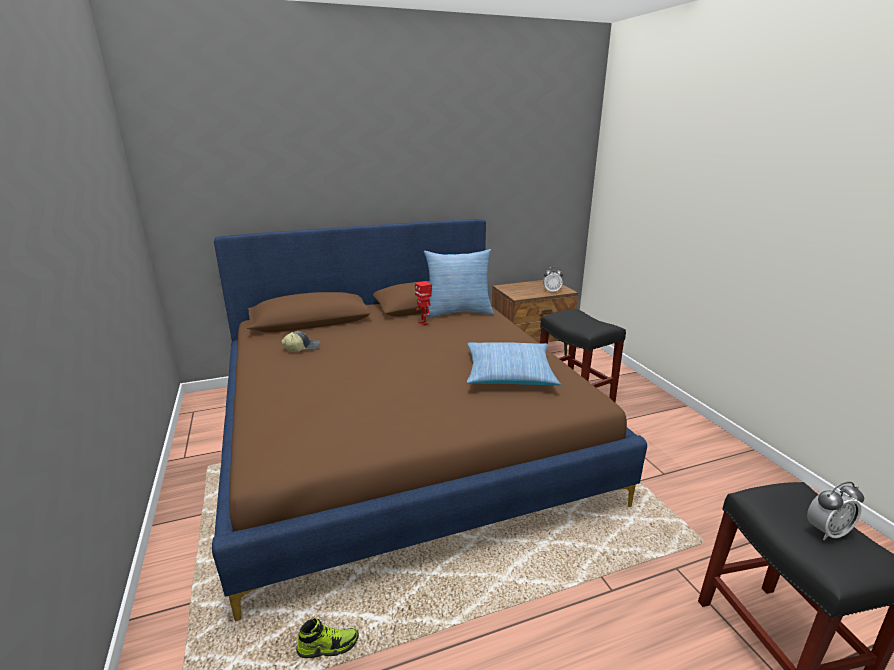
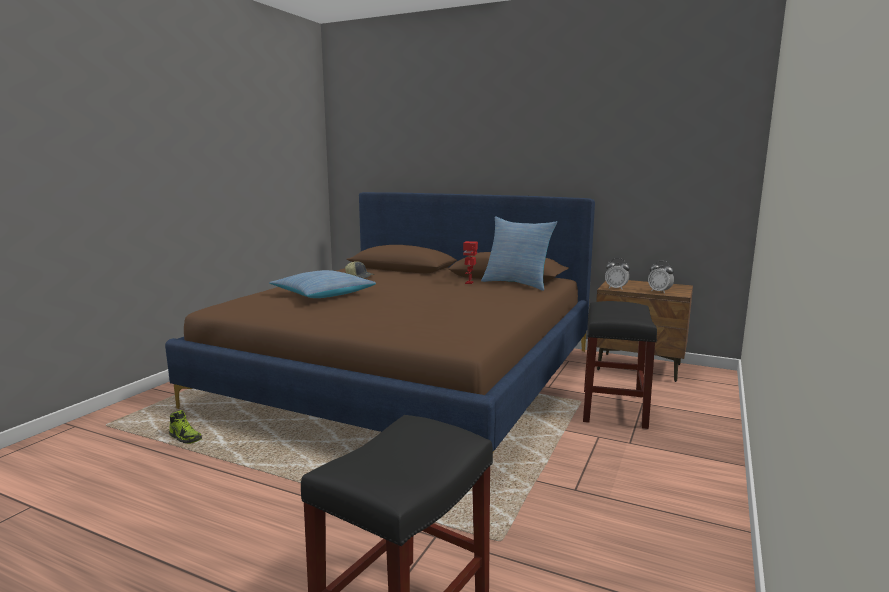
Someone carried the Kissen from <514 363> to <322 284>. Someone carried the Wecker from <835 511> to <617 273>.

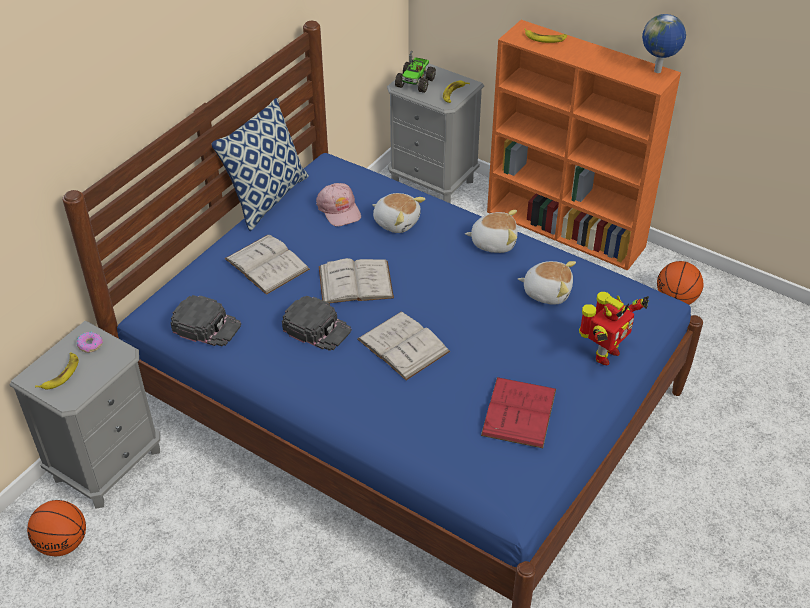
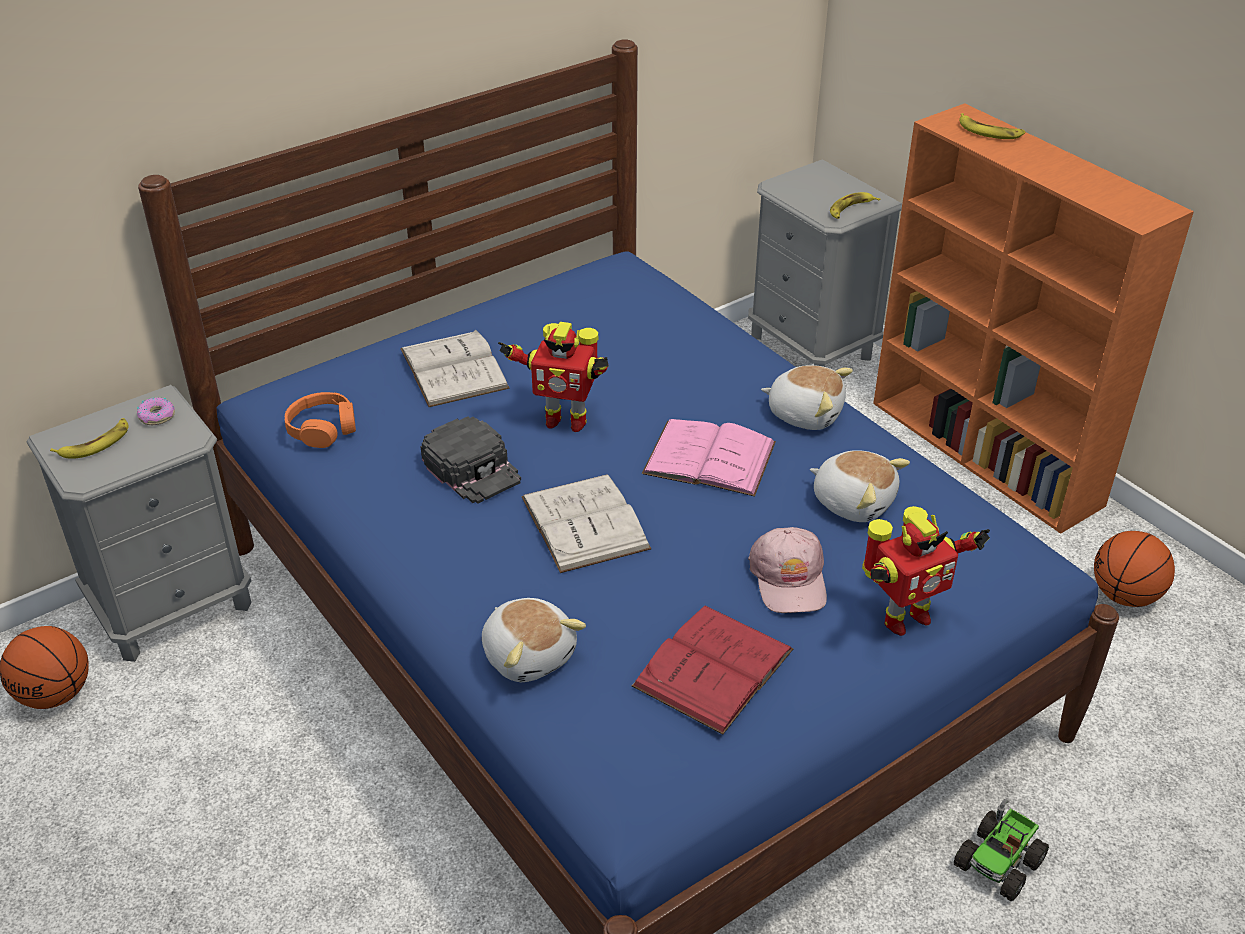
Someone swapped the Kappe/schwarz at <205 321> for the Kopfhörer/orange at <320 420>. Someone took away the Kissen at <260 164>. Someone carried the Kappe/rosa from <338 204> to <787 570>. Someone swapped the Buch/weiß at <356 280> for the Spielzeugroboter at <553 377>. Someone carried the Plüschtier from <398 213> to <534 640>. Someone carried the Spielzeuglaster from <415 72> to <1001 850>. Someone took away the Globus at <664 43>. Someone put down the Buch/rosa at <709 458>.

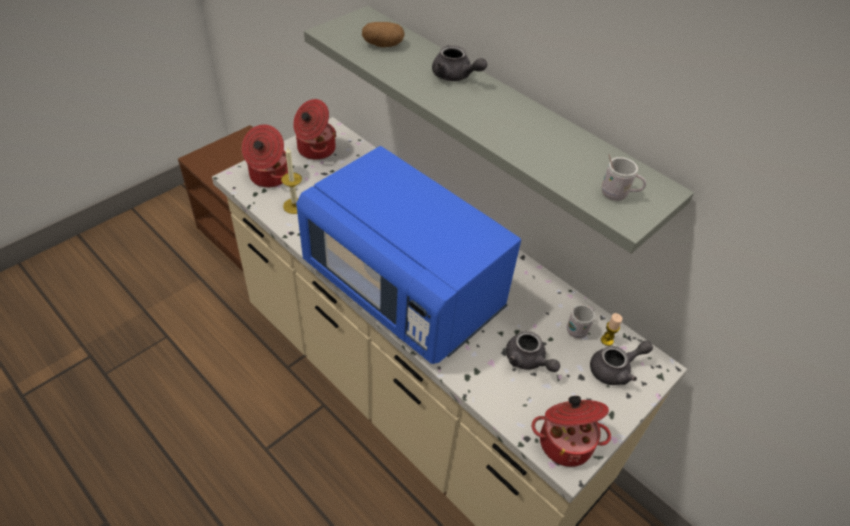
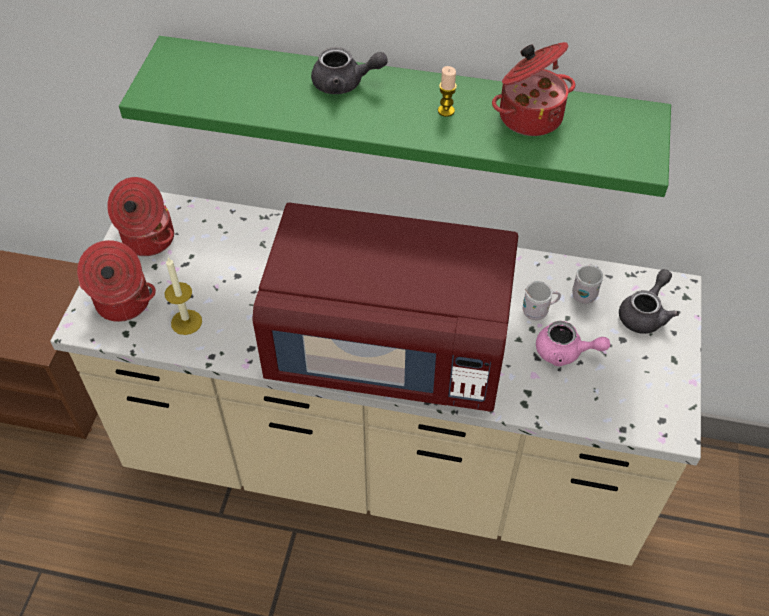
Someone repainted the Mikrowelle/blau at <408 255>, which became the Mikrowelle/rot at <385 307>. Someone repainted the Wandregal/grau at <499 130>, which became the Wandregal/grün at <395 116>. Someone took away the Kartoffel at <383 34>. Someone repainted the Teekanne/grau at <533 351>, which became the Teekanne/rosa at <573 343>. Someone carried the Kochtopf from <571 431> to <534 89>. Someone carried the Kerze from <611 329> to <447 91>. Someone carried the Henkelbecher/weiß from <624 177> to <542 300>.

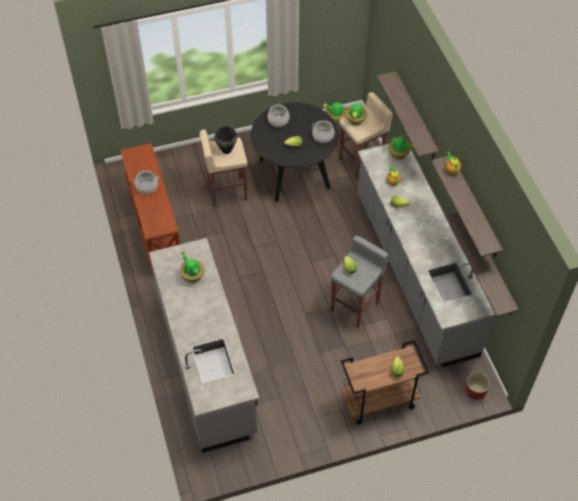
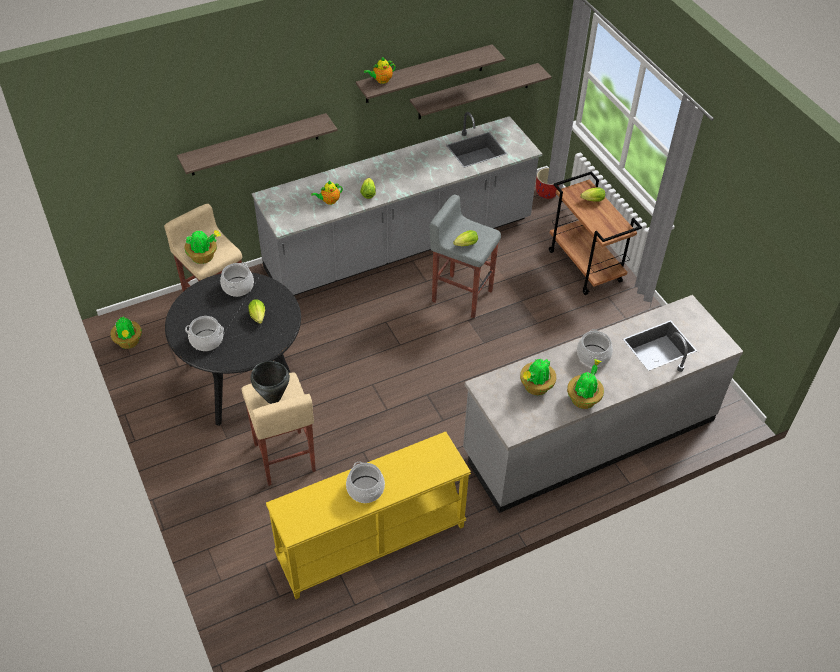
Someone repainted the Konsolentisch/braun at <150 209>, which became the Konsolentisch/gelb at <368 515>. Someone carried the Topfpflanze from <400 148> to <585 384>. Someone put down the Kochtopf at <595 348>.

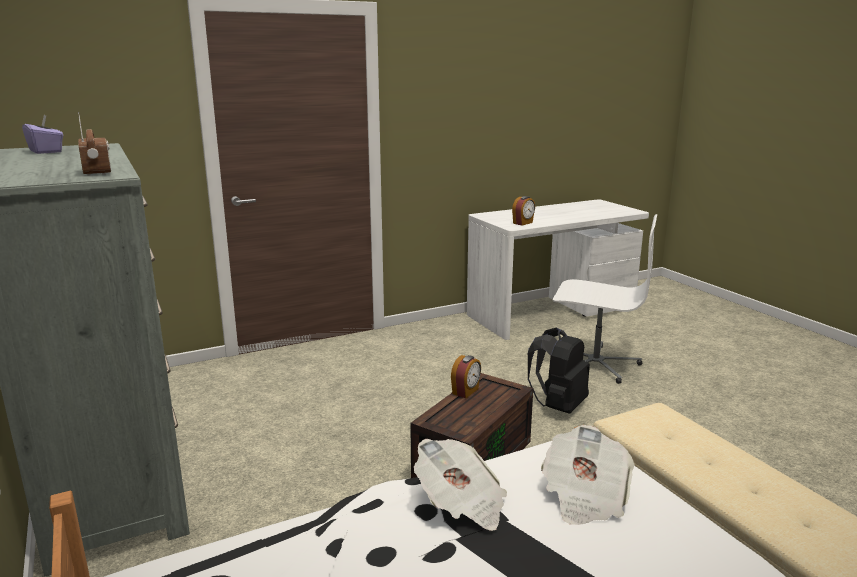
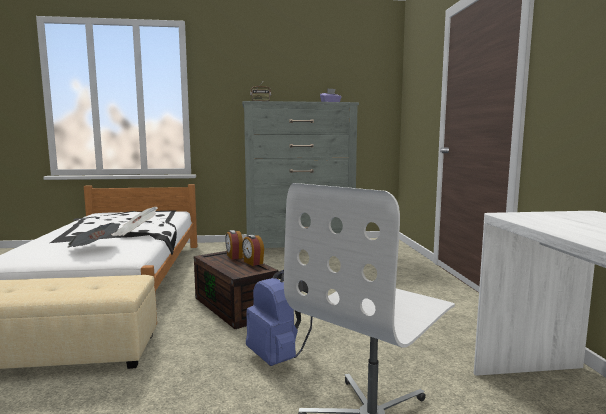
Someone carried the Wecker from <523 211> to <234 245>. Someone repainted the Rucksack/schwarz at <559 371>, which became the Rucksack/blau at <279 318>.

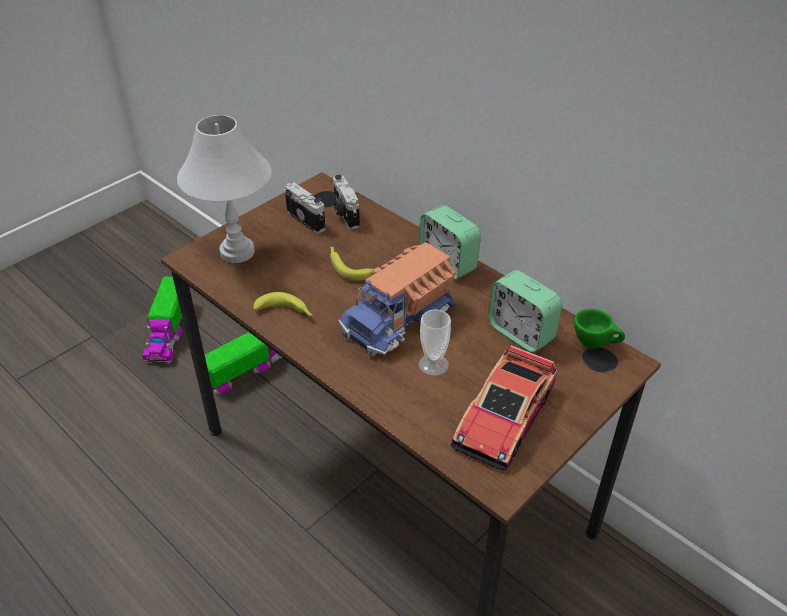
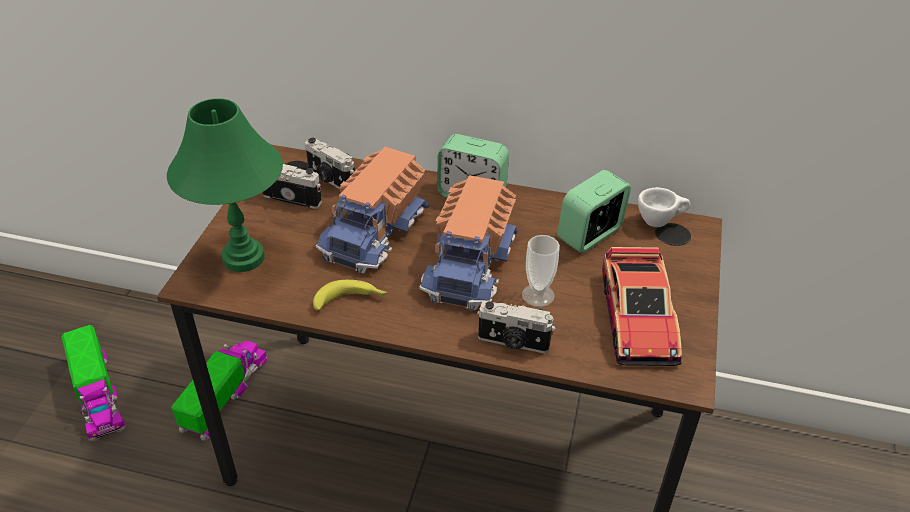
Someone repainted the Tischlampe/weiß at <224 189>, which became the Tischlampe/grün at <225 185>. Someone swapped the Banane at <352 263> for the Spielzeuglaster at <372 210>. Someone rotated the Wecker at <525 311> by 120 degrees clockwise. Someone repainted the Tasse/grün at <599 329>, which became the Tasse/weiß at <664 207>. Someone put down the Kamera at <516 327>.

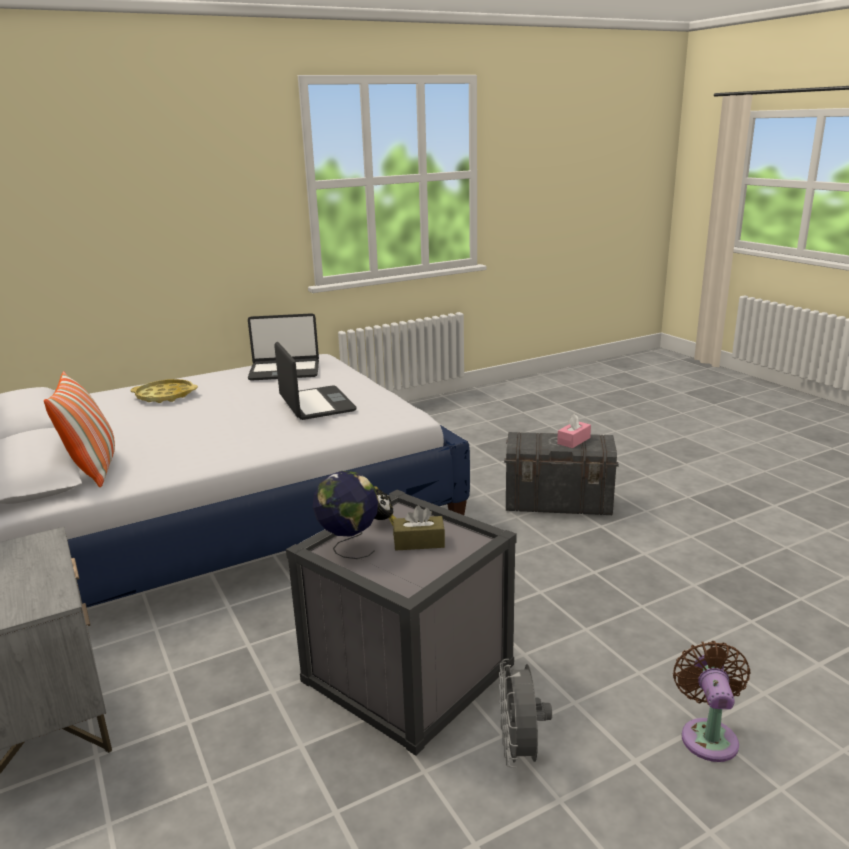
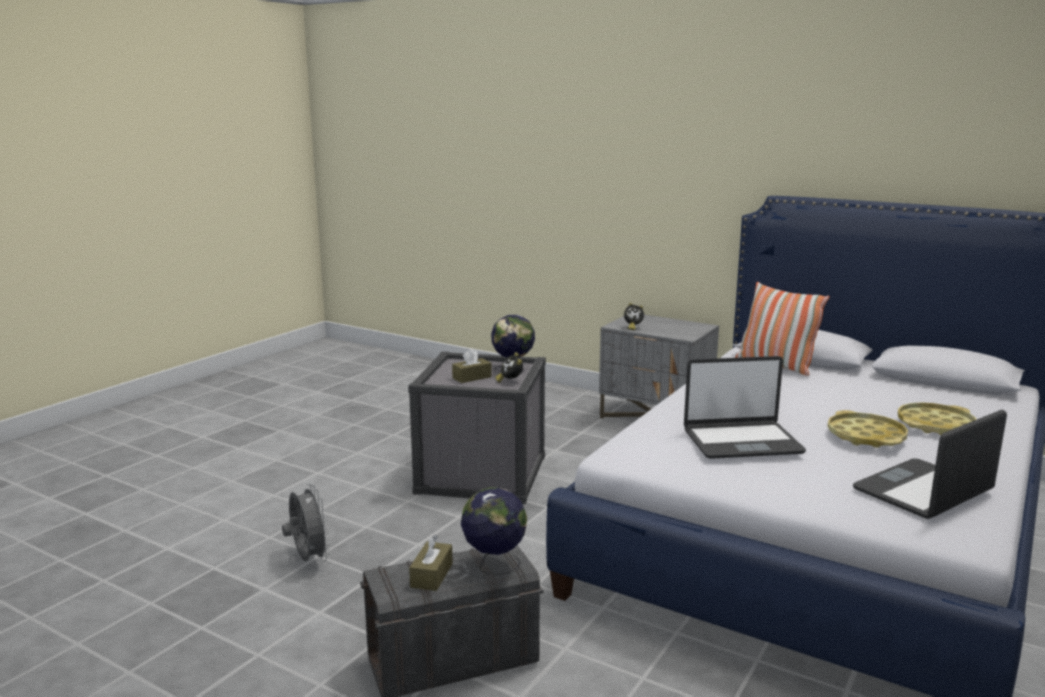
Someone rotated the Laptop at <315 381> by 45 degrees counterclockwise. Someone carried the Ventilator/grau from <525 713> to <306 523>. Someone repainted the Taschentuchbox/rosa at <574 431>, which became the Taschentuchbox/braun at <431 563>. Someone took away the Ventilator/braun at <711 701>. Someone put down the Globus at <494 531>. Someone put down the Wecker at <634 316>. Someone put down the Tablett/gelb at <868 429>.

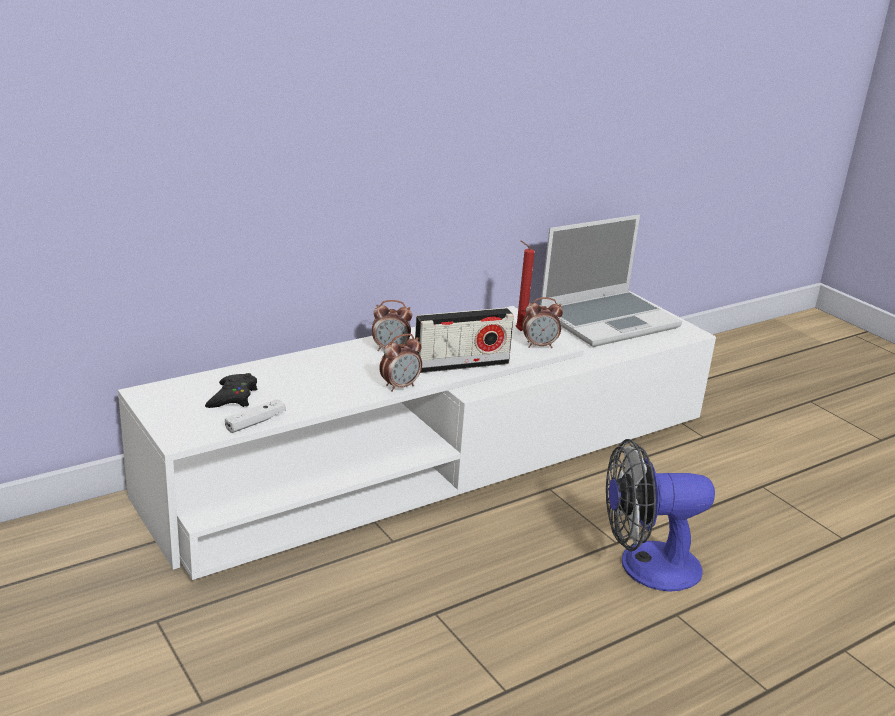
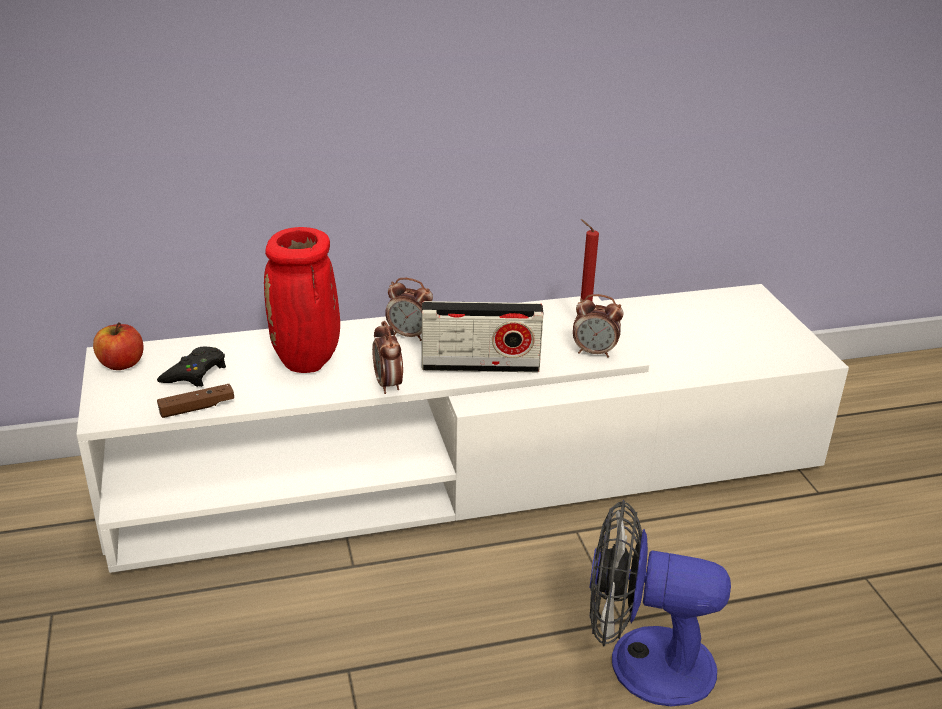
Someone repainted the Gamepad/weiß at <255 416>, which became the Gamepad/braun at <195 401>. Someone rotated the Wecker at <400 363> by 90 degrees clockwise. Someone took away the Laptop at <611 281>. Someone put down the Apfel at <118 346>. Someone put down the Vase/rot at <302 300>.

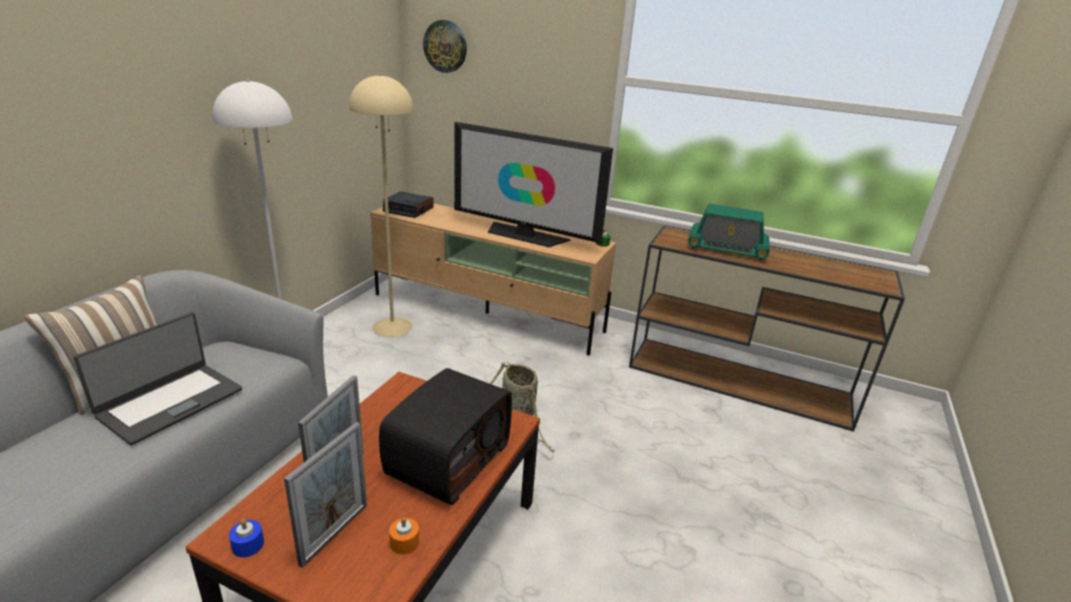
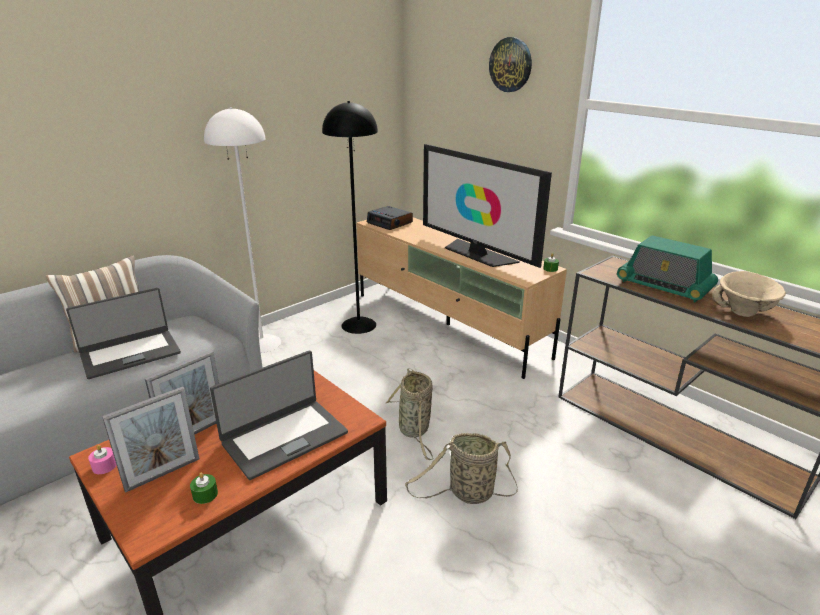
Someone repainted the Kerze/blau at <246 538>, which became the Kerze/rosa at <102 459>. Someone repainted the Stehlampe/beige at <381 205>, which became the Stehlampe/schwarz at <350 217>. Someone swapped the Radio at <445 436> for the Laptop at <279 415>. Someone repainted the Kerze/orange at <404 535>, which became the Kerze/grün at <204 488>. Someone carried the Wanduhr from <445 46> to <510 64>. Someone put down the Korb at <461 468>. Someone put down the Schüssel/beige at <749 294>.

